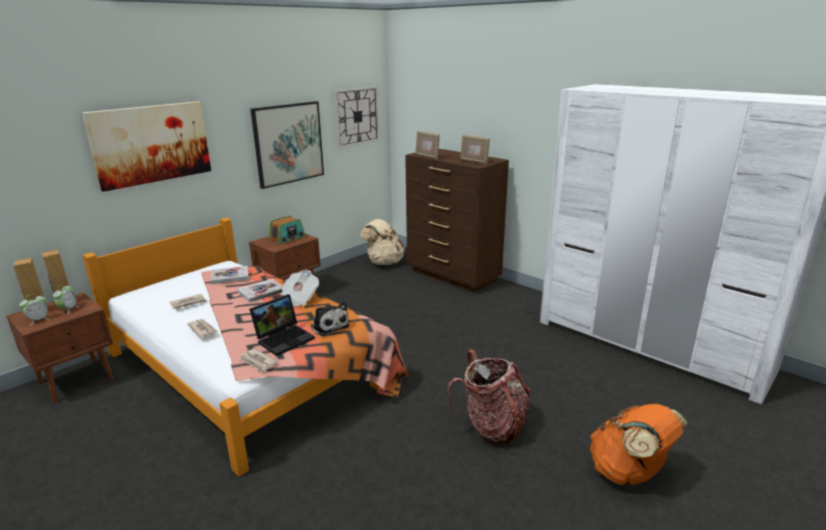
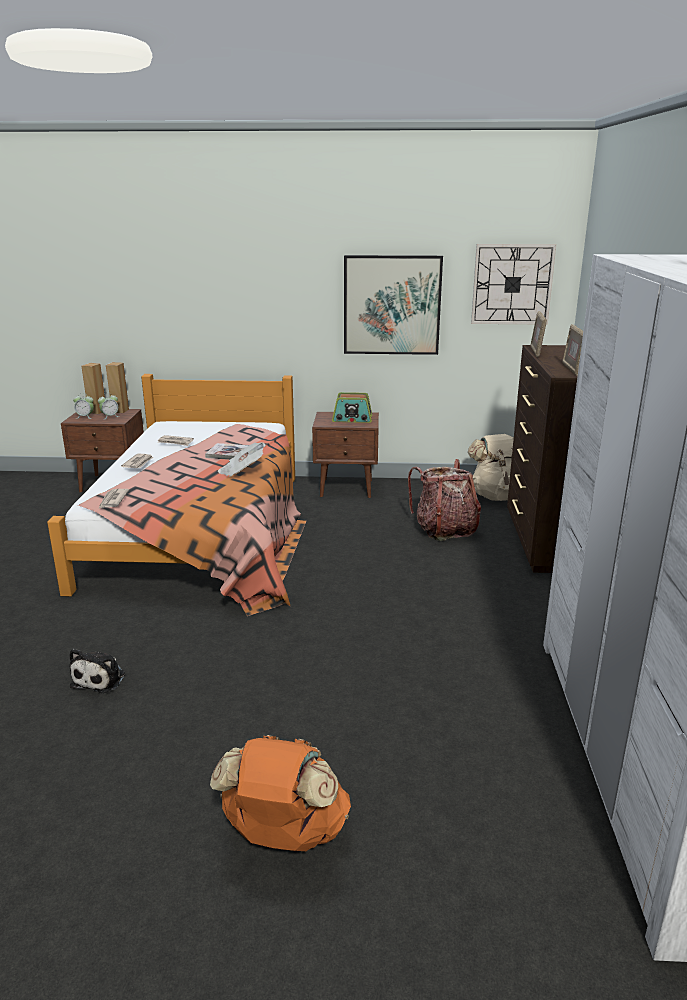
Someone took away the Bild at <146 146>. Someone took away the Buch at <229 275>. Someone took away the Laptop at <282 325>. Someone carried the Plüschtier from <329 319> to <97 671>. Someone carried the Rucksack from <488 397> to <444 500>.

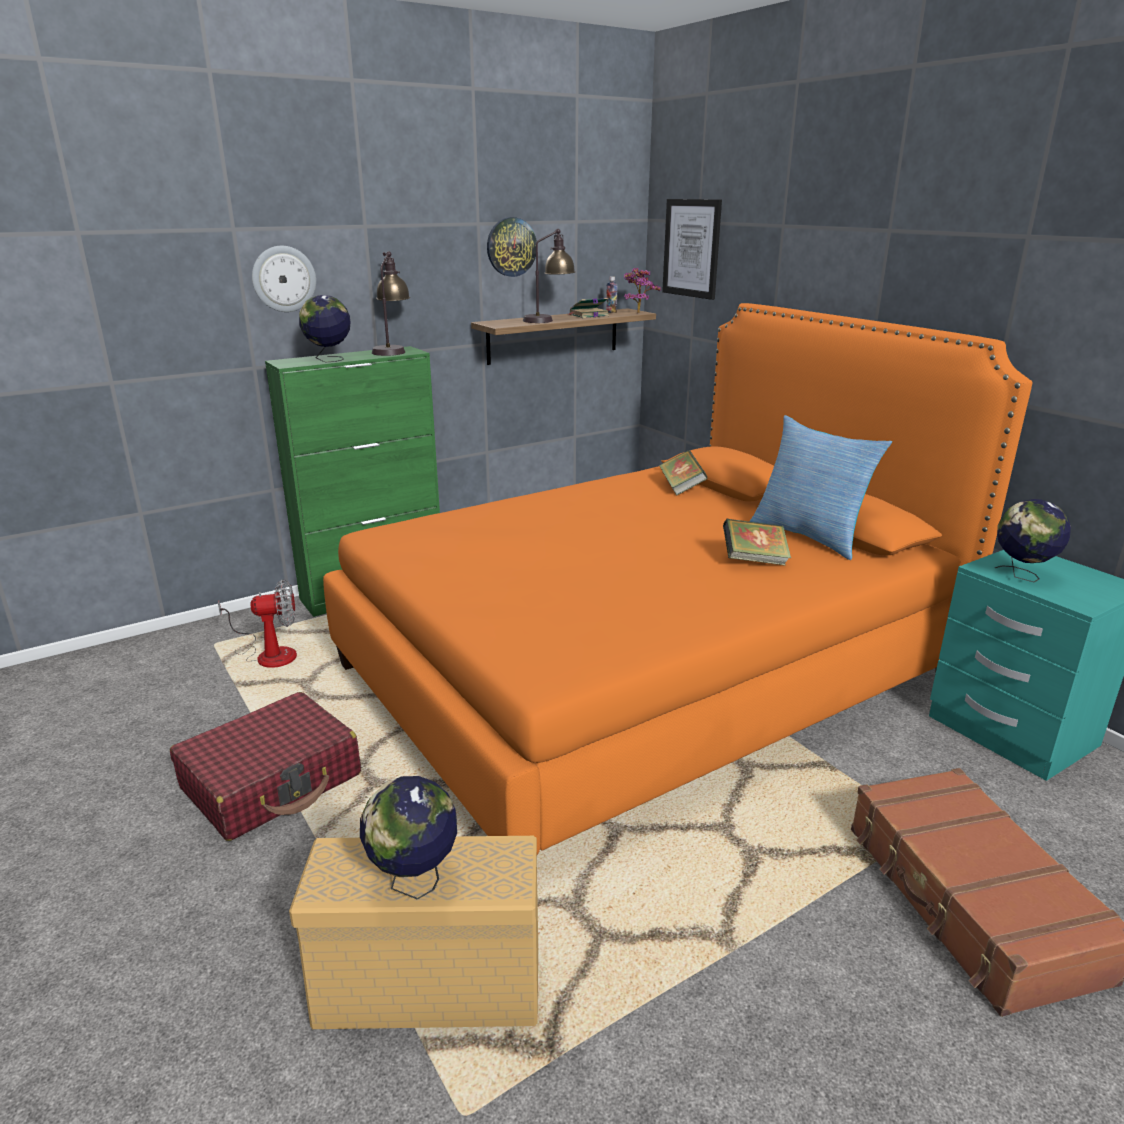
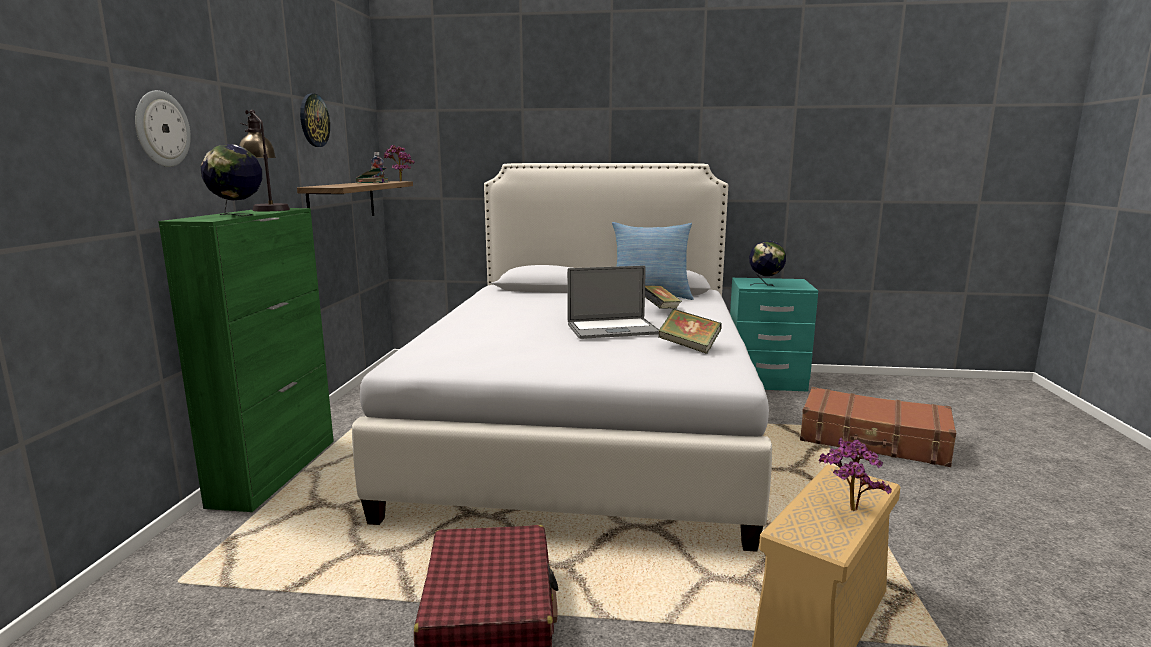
Someone took away the Ventilator at <257 623>. Someone repainted the Bett/orange at <677 579>, which became the Bett/weiß at <562 357>. Someone swapped the Globus at <408 838> for the Topfpflanze at <855 474>. Someone took away the Tischlampe at <549 276>. Someone carried the Buch from <683 473> to <690 331>. Someone took away the Bild at <692 249>. Someone put down the Laptop at <613 302>.

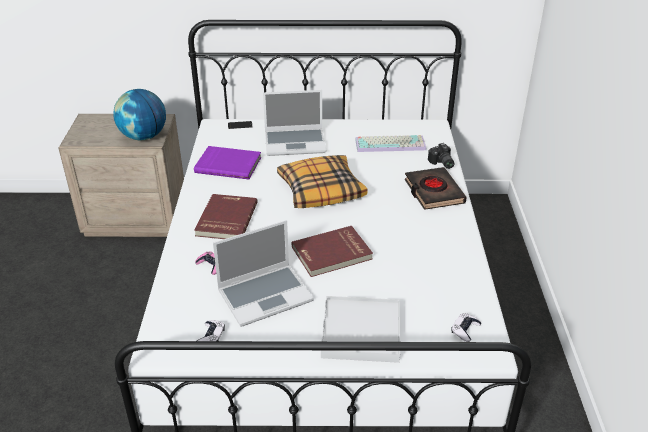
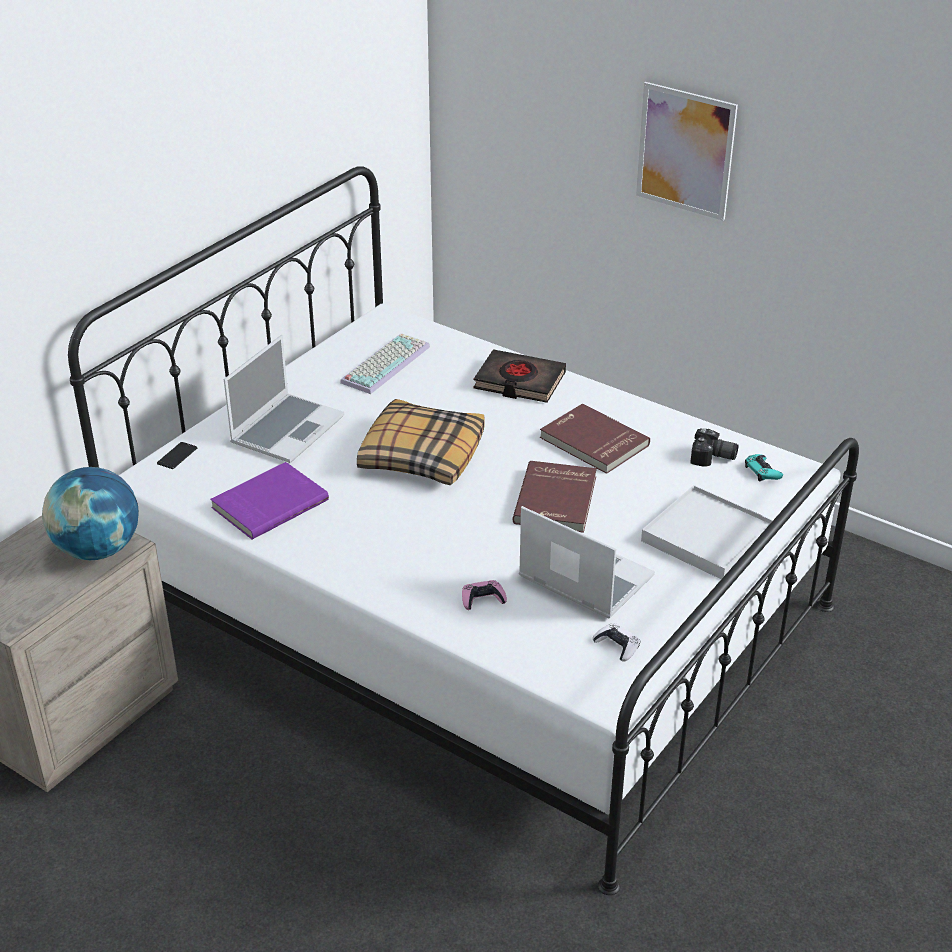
Someone carried the Buch/rot from <226 216> to <595 438>. Someone rotated the Laptop at <263 273> by 60 degrees counterclockwise. Someone carried the Kamera from <441 156> to <714 447>. Someone repainted the Gamepad/weiß at <466 327>, which became the Gamepad/türkis at <764 467>. Someone put up the Bild at <687 151>.

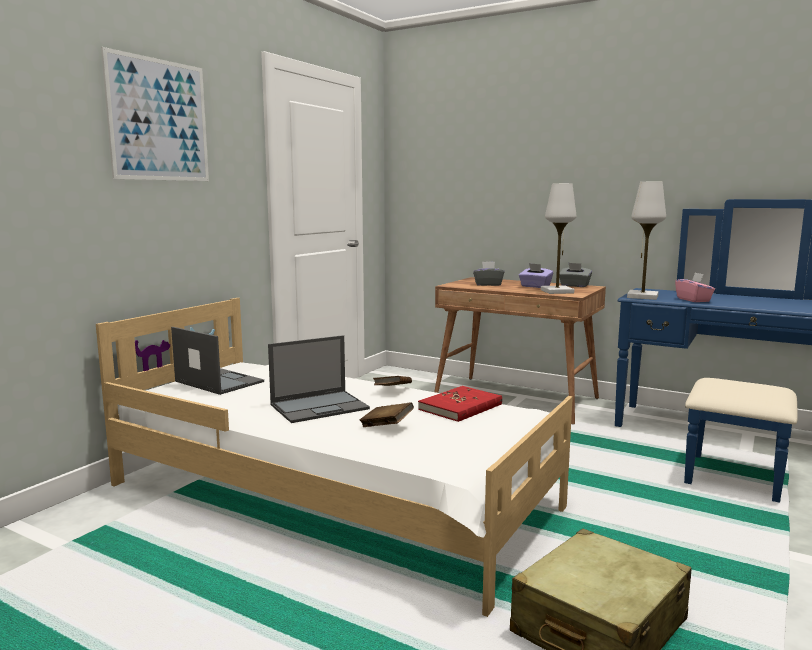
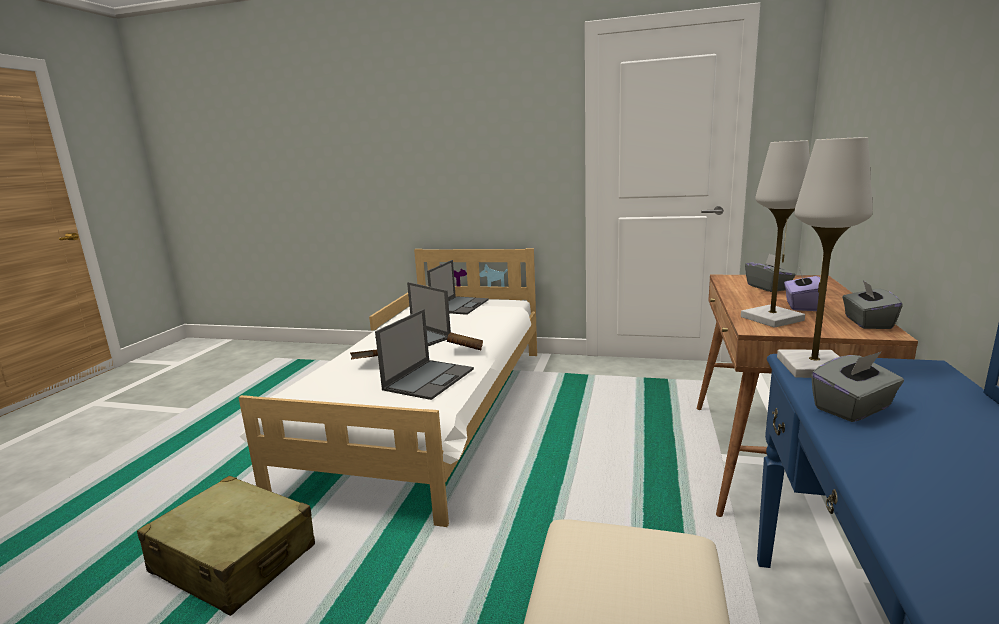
Someone took away the Bild at <155 114>. Someone swapped the Buch/rot at <460 404> for the Laptop at <424 354>. Someone repainted the Taschentuchbox/rosa at <695 287>, which became the Taschentuchbox/grau at <857 386>.

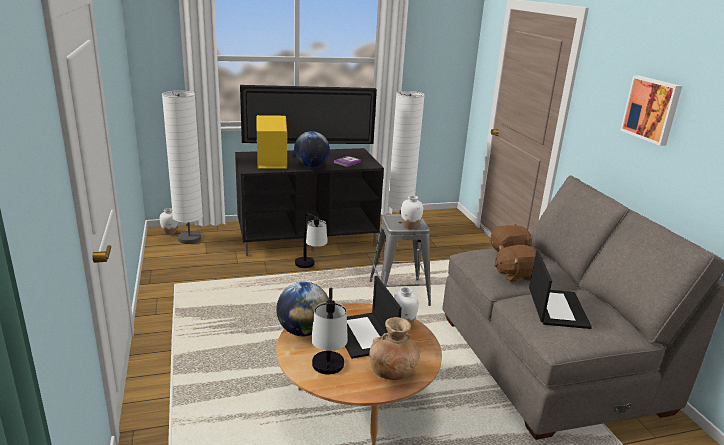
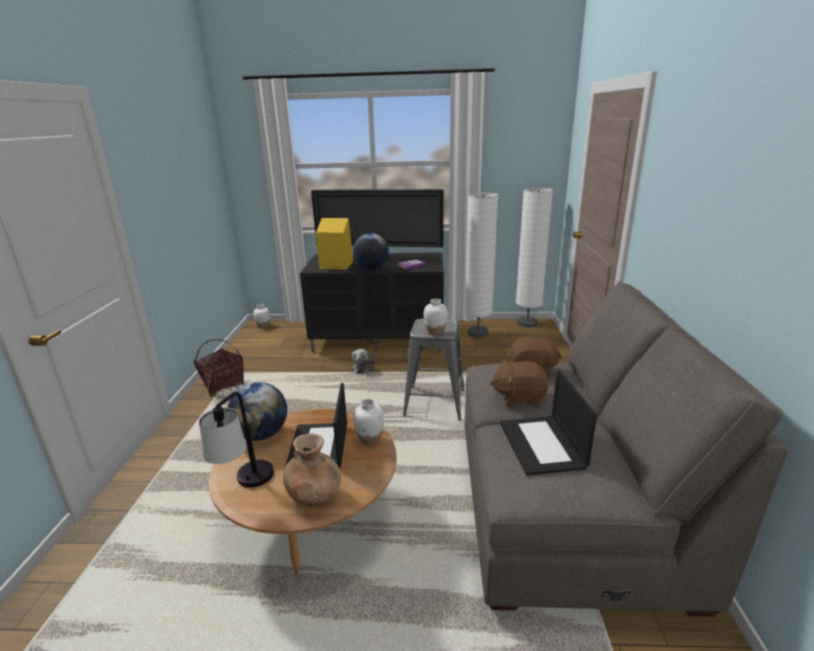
Someone carried the Stehlampe/weiß from <182 167> to <534 257>. Someone swapped the Tischlampe at <311 240> for the Plüschtier at <363 361>. Someone rotated the Laptop at <560 289> by 150 degrees clockwise. Someone took away the Bild at <651 110>. Someone put down the Korb at <219 367>.

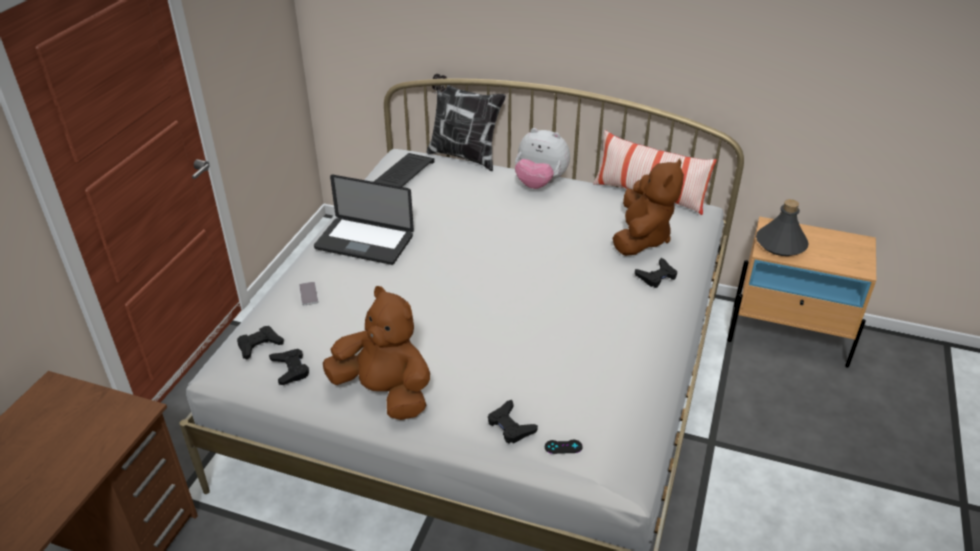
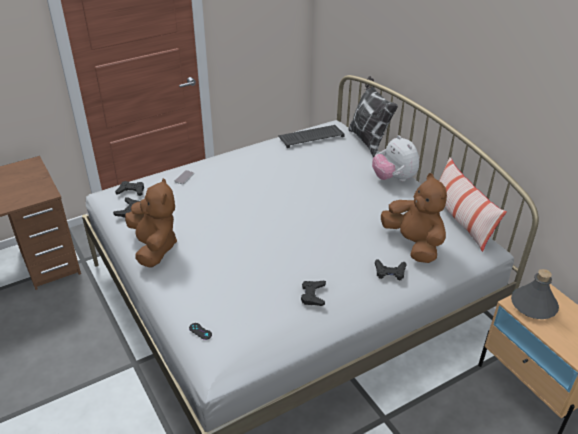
Someone took away the Laptop at <364 220>. Someone carried the Gamepad/schwarz from <513 422> to <313 293>. Someone rotated the Plüschtier/braun at <648 207> by 90 degrees counterclockwise.

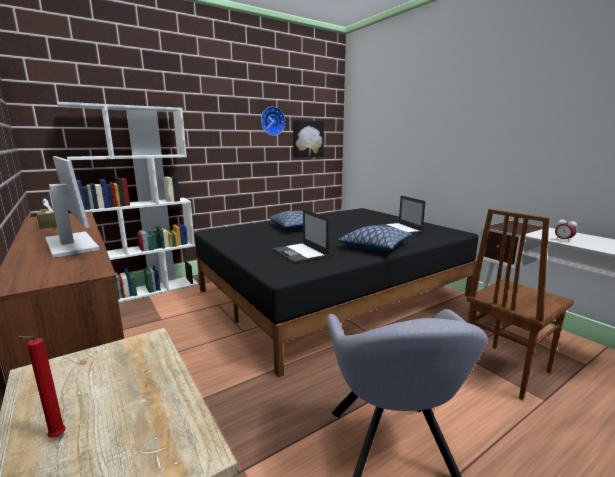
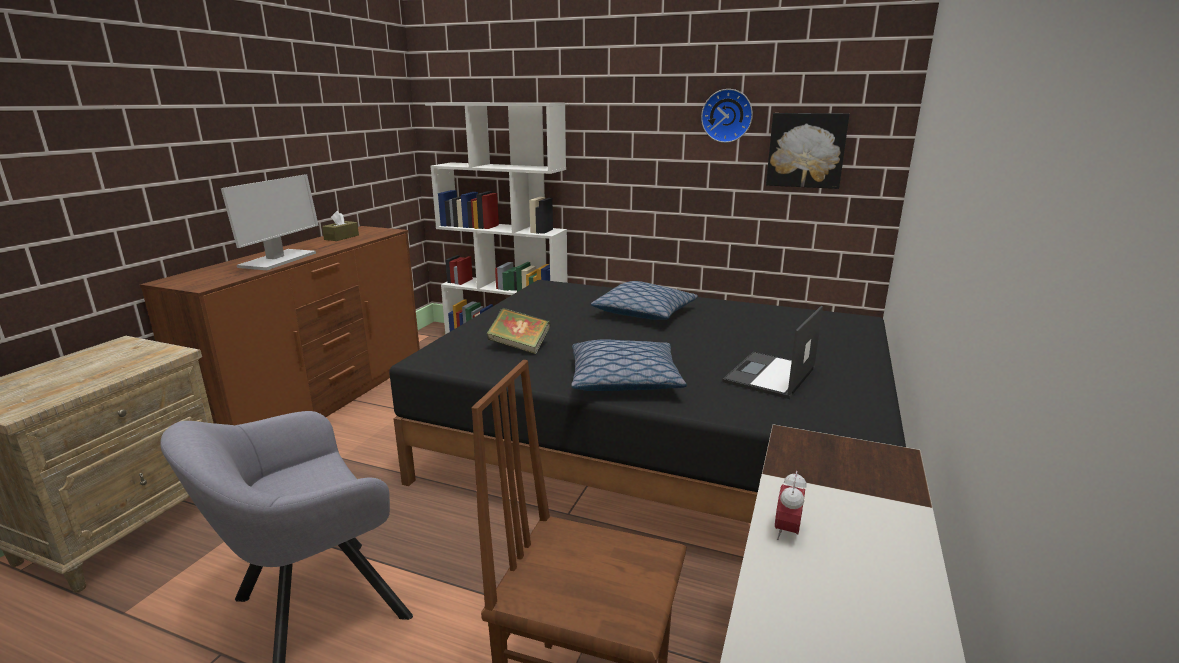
Someone took away the Kerze/rot at <41 387>. Someone swapped the Laptop at <300 236> for the Buch at <518 331>.

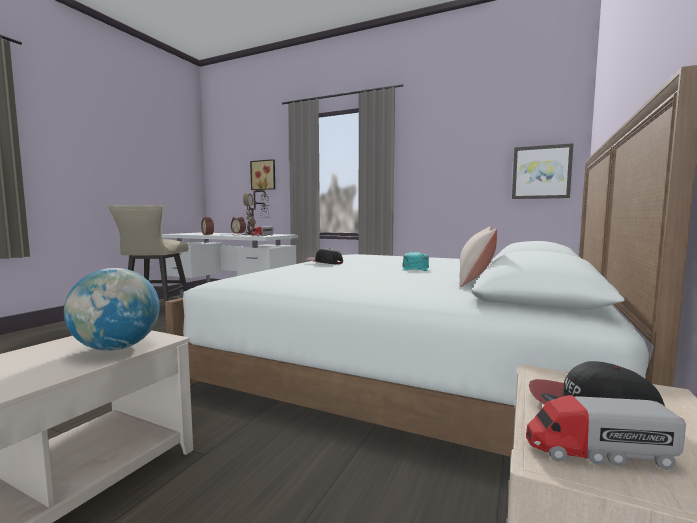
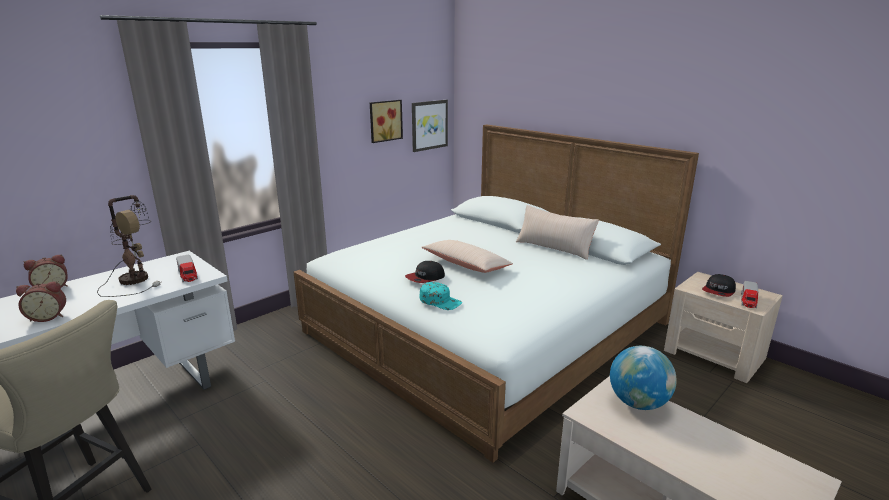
Someone carried the Bild from <262 174> to <386 121>. Someone carried the Kappe/türkis from <415 261> to <440 296>. Someone put down the Kissen/beige at <467 256>.

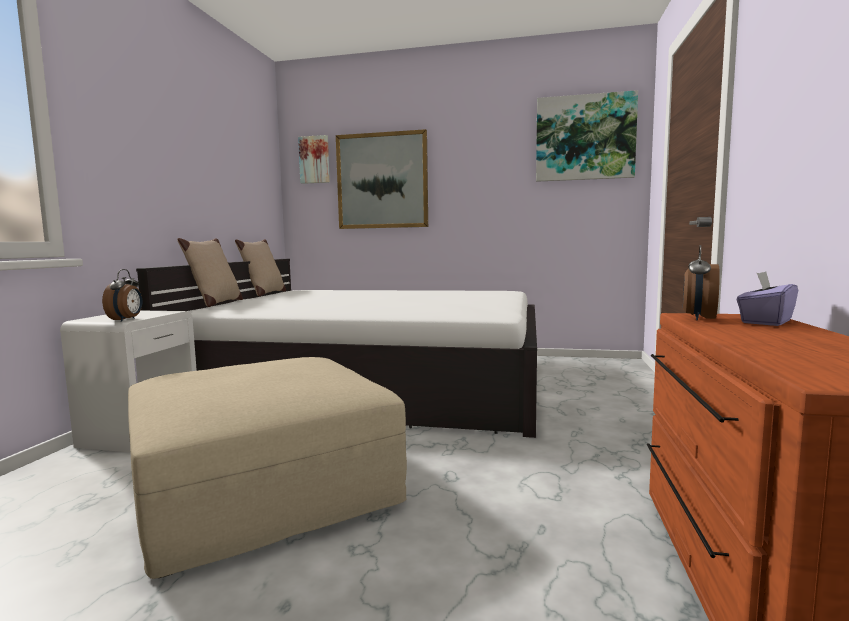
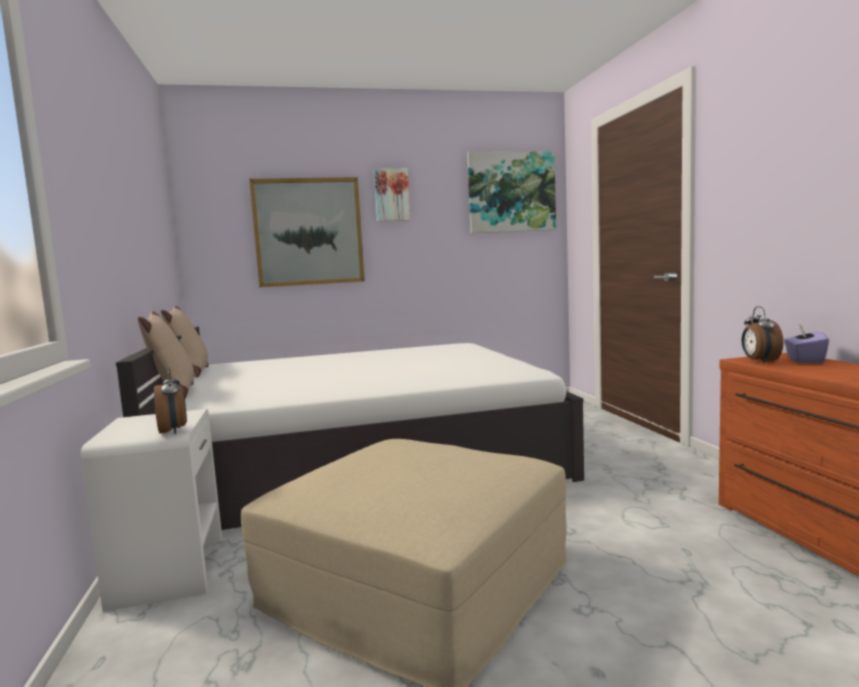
Someone carried the Bild from <314 159> to <392 195>.

